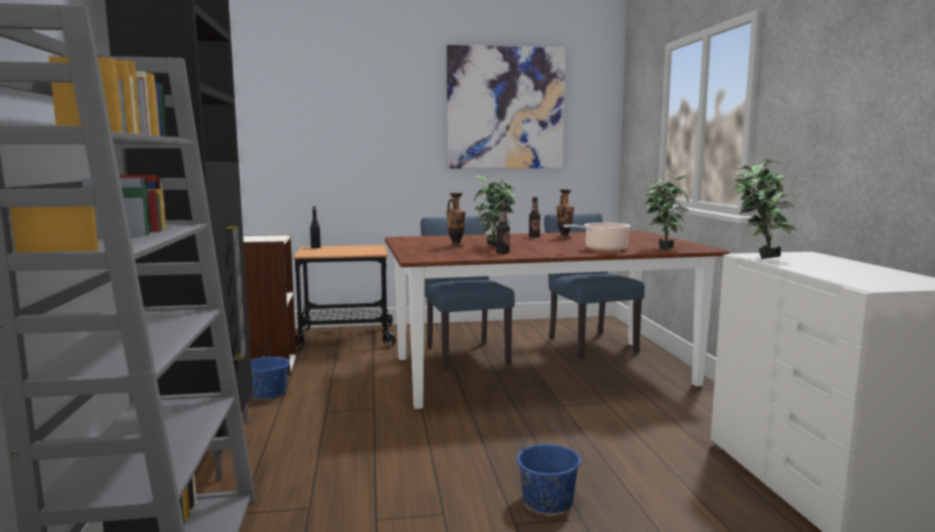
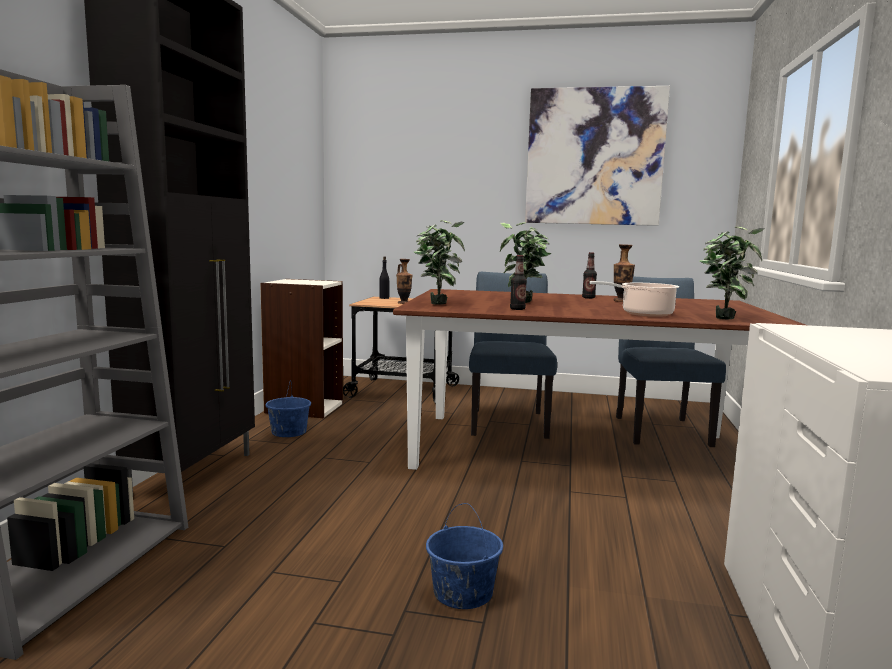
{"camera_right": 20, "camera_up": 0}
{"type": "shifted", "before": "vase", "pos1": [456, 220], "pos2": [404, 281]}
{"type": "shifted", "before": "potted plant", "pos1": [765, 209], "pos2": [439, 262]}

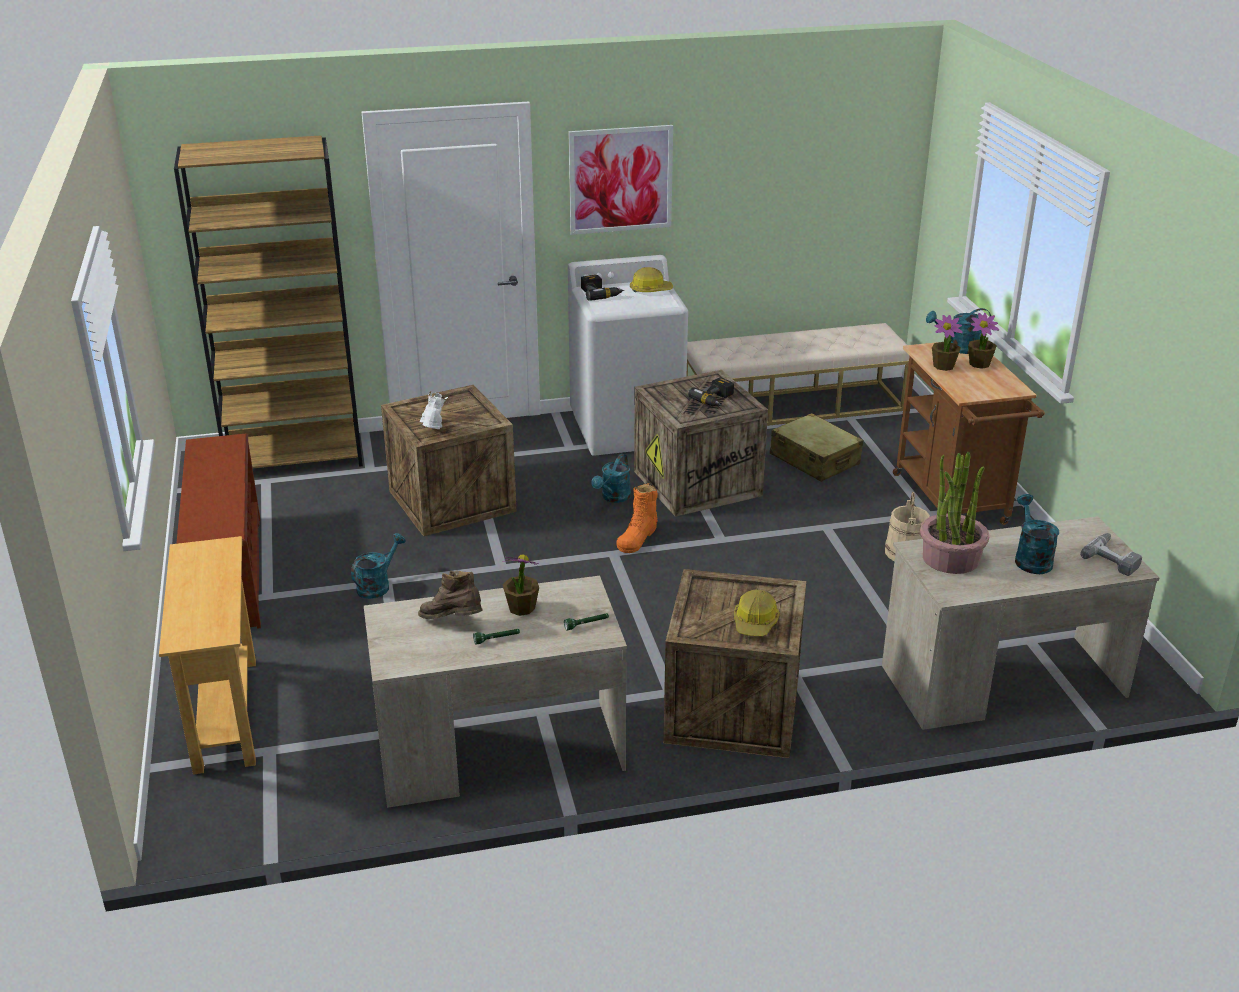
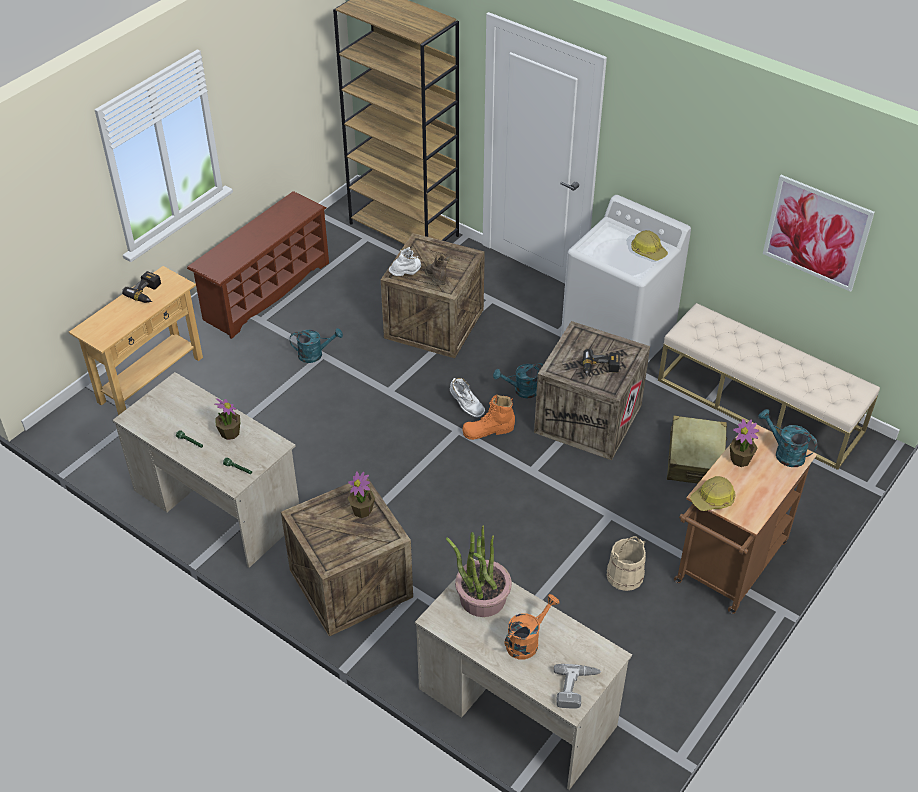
{"camera_right": 50, "camera_up": 15}
{"type": "shifted", "before": "brown boot", "pos1": [450, 594], "pos2": [437, 269]}
{"type": "shifted", "before": "picture", "pos1": [620, 180], "pos2": [819, 233]}
{"type": "shifted", "before": "power drill", "pos1": [602, 288], "pos2": [141, 287]}
{"type": "shifted", "before": "hard hat", "pos1": [757, 613], "pos2": [713, 493]}
{"type": "shifted", "before": "potted plant", "pos1": [984, 341], "pos2": [361, 494]}
{"type": "repainted", "before": "turquoise watering can", "after": "orange watering can", "pos1": [1037, 534], "pos2": [532, 626]}
{"type": "new", "after": "white boot", "pos2": [467, 398]}

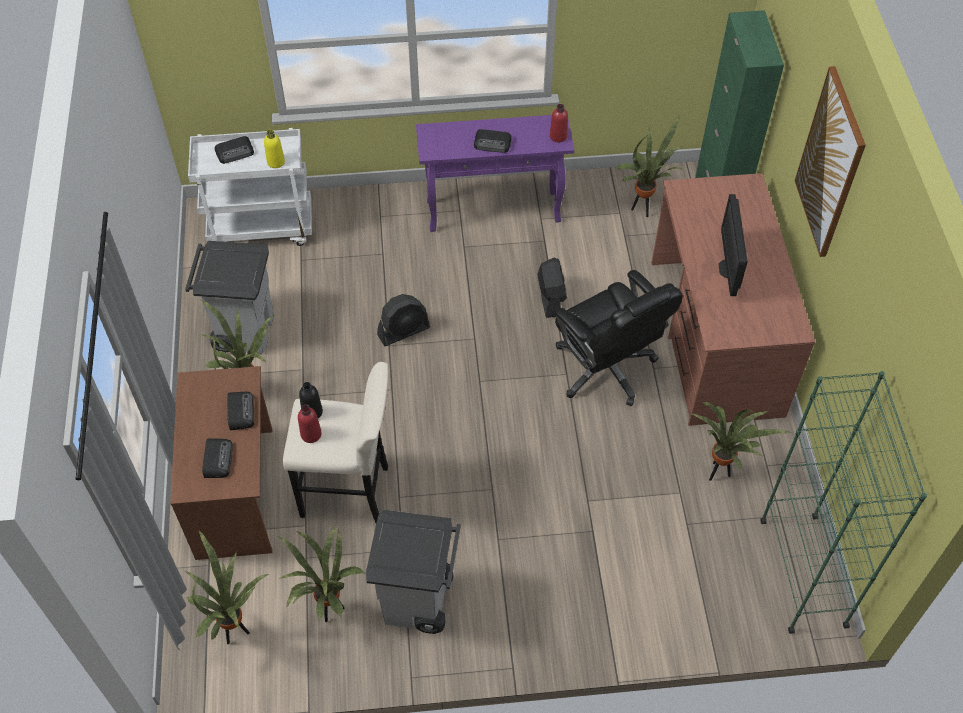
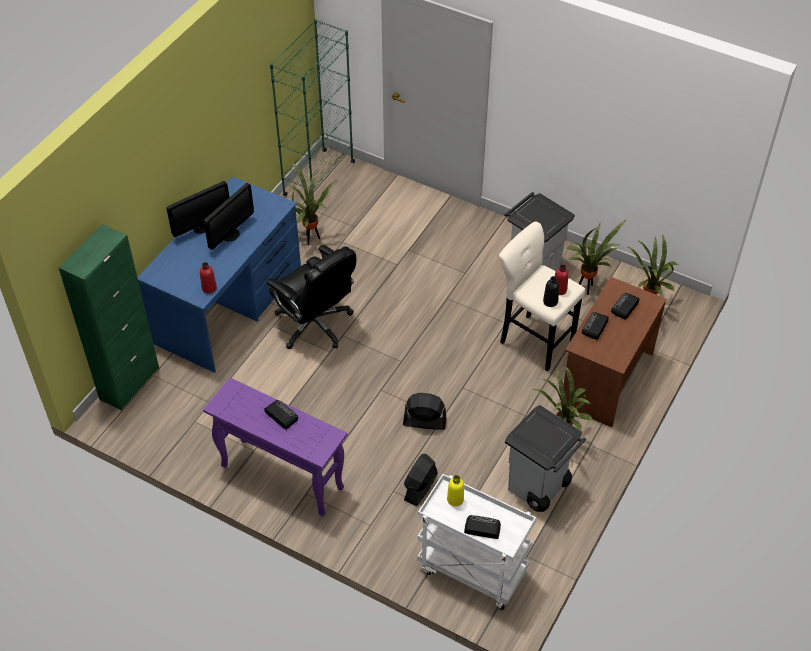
{"camera_right": -145, "camera_up": -5}
{"type": "shifted", "before": "black fan", "pos1": [552, 288], "pos2": [421, 480]}
{"type": "shifted", "before": "red bottle", "pos1": [559, 123], "pos2": [208, 277]}
{"type": "rotated", "before": "black office chair", "pos1": [619, 338], "pos2": [311, 297], "turn": 135}
{"type": "gone", "before": "potted plant", "pos1": [649, 166]}
{"type": "repainted", "before": "brown desk", "after": "blue desk", "pos1": [733, 299], "pos2": [219, 275]}
{"type": "gone", "before": "picture", "pos1": [830, 161]}
{"type": "new", "after": "monitor", "pos2": [198, 209]}

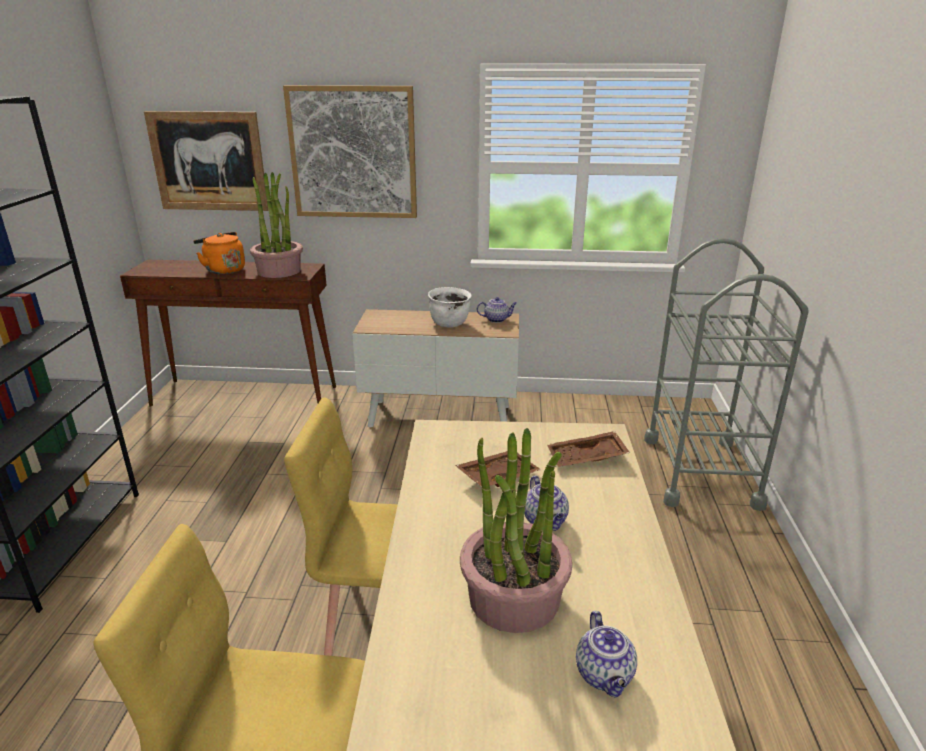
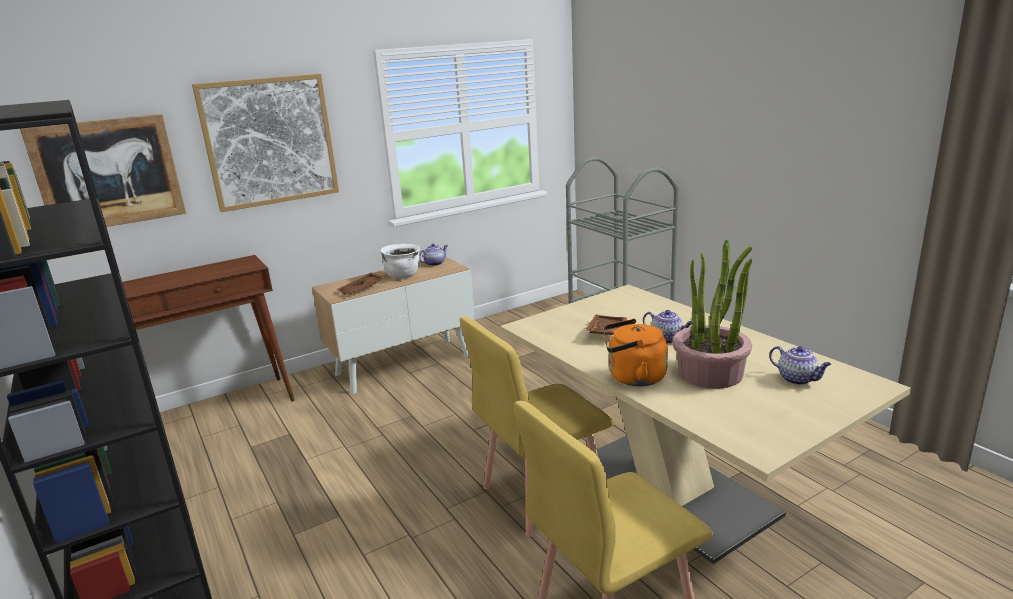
{"camera_right": -35, "camera_up": -5}
{"type": "shifted", "before": "orange kettle", "pos1": [219, 253], "pos2": [635, 352]}
{"type": "gone", "before": "potted plant", "pos1": [276, 225]}
{"type": "shifted", "before": "brown tray", "pos1": [588, 449], "pos2": [360, 284]}

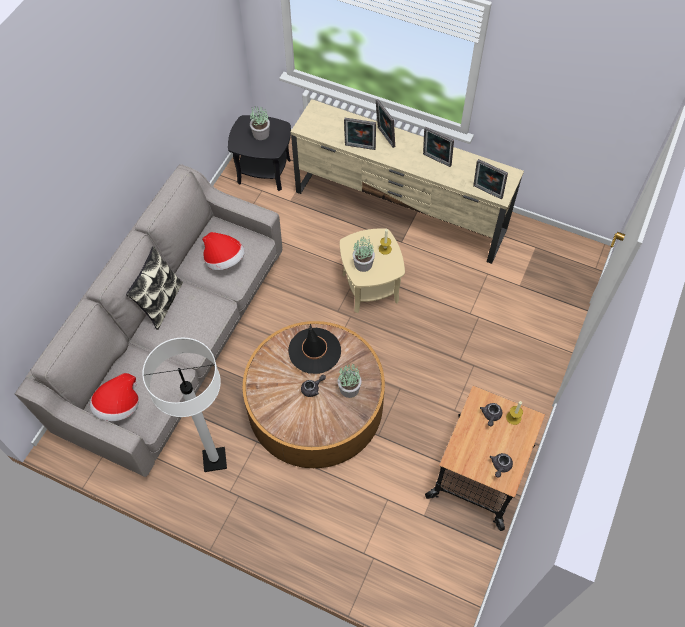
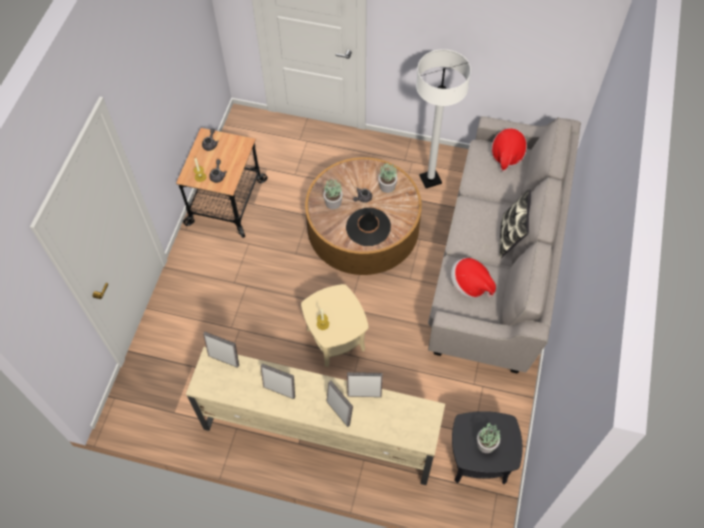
{"camera_right": 170, "camera_up": 0}
{"type": "shifted", "before": "potted plant", "pos1": [364, 254], "pos2": [388, 178]}

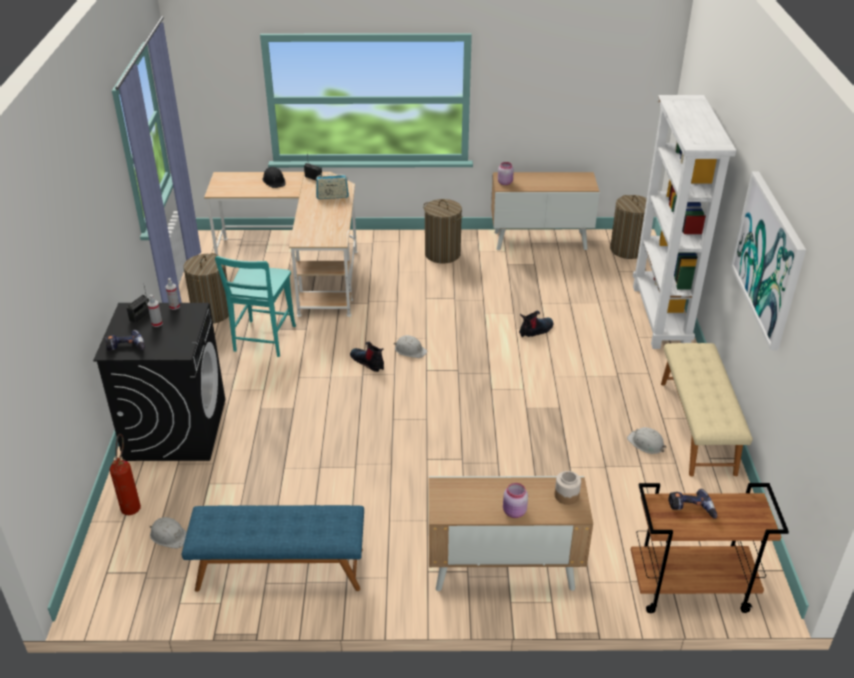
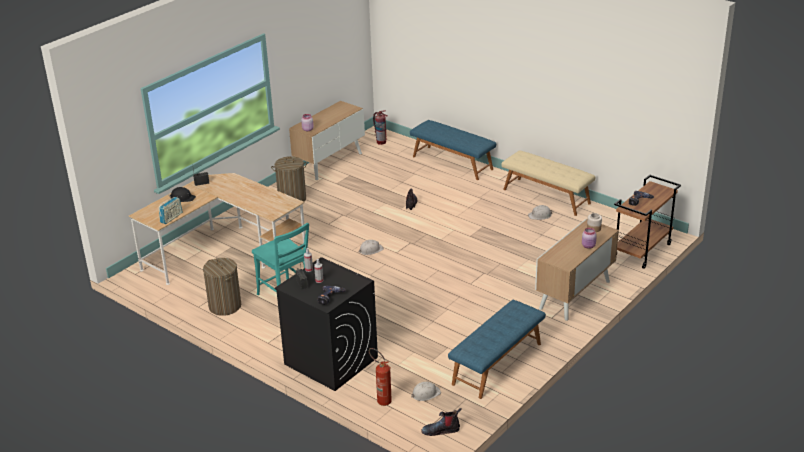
{"camera_right": -50, "camera_up": -5}
{"type": "shifted", "before": "radio", "pos1": [332, 186], "pos2": [170, 210]}
{"type": "shifted", "before": "boot", "pos1": [367, 357], "pos2": [441, 422]}
{"type": "swapped", "before": "laundry basket", "after": "fire extinguisher", "pos1": [628, 227], "pos2": [380, 128]}
{"type": "swapped", "before": "white bookcase", "after": "blue bench", "pos1": [685, 222], "pos2": [453, 150]}
{"type": "gone", "before": "picture", "pos1": [768, 261]}

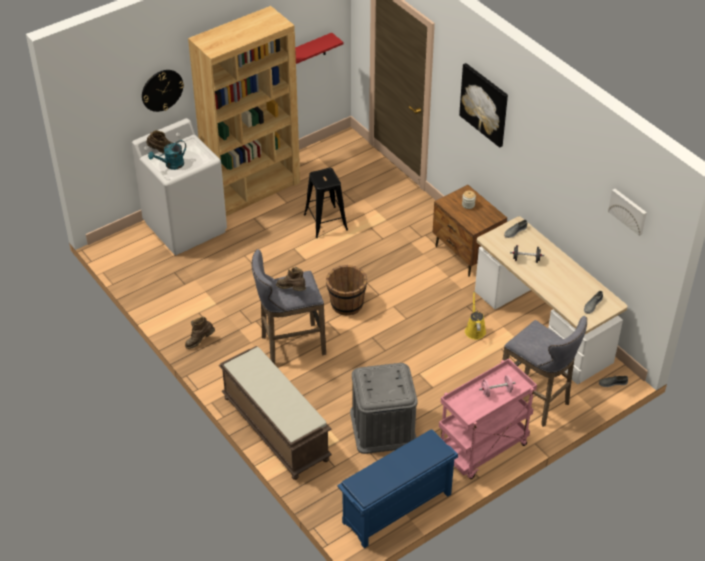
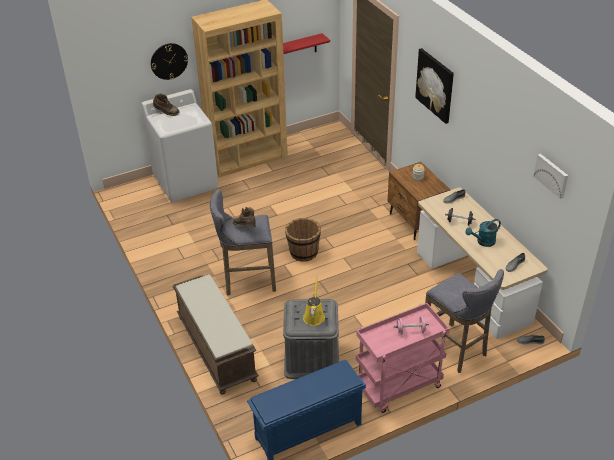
{"camera_right": 10, "camera_up": -5}
{"type": "shifted", "before": "turquoise watering can", "pos1": [167, 155], "pos2": [483, 233]}
{"type": "gone", "before": "brown boot", "pos1": [200, 332]}
{"type": "gone", "before": "black stool", "pos1": [326, 203]}
{"type": "shifted", "before": "yellow watering can", "pos1": [475, 315], "pos2": [314, 301]}

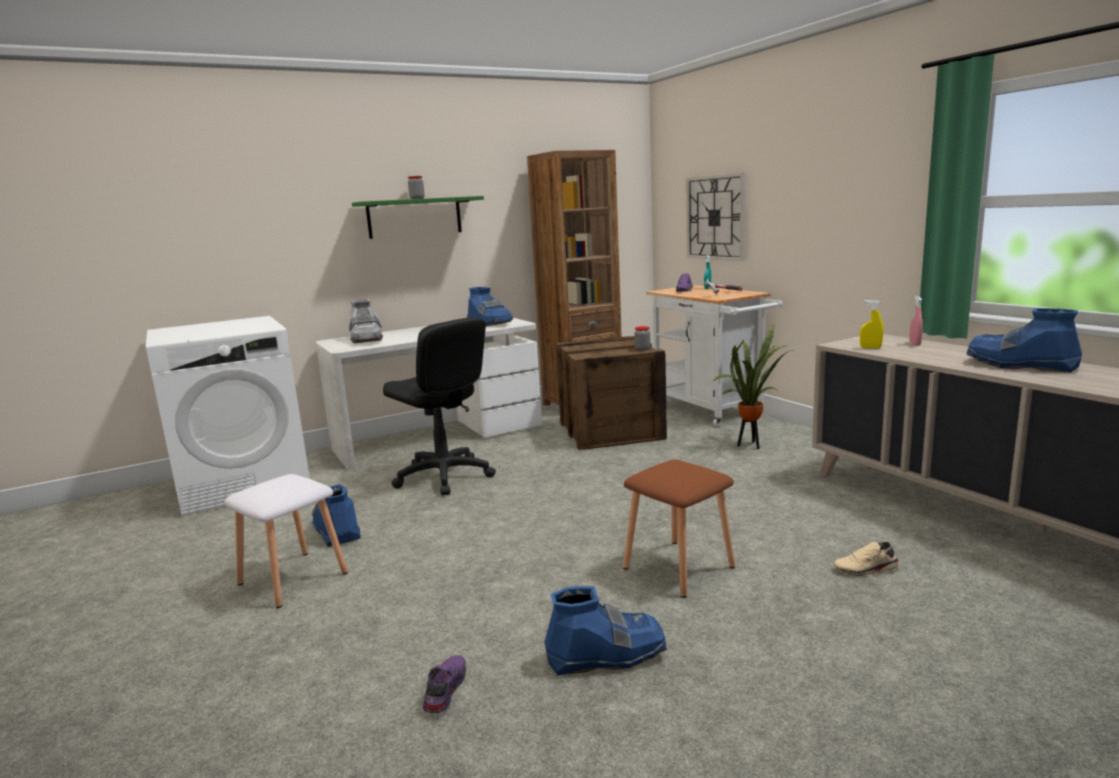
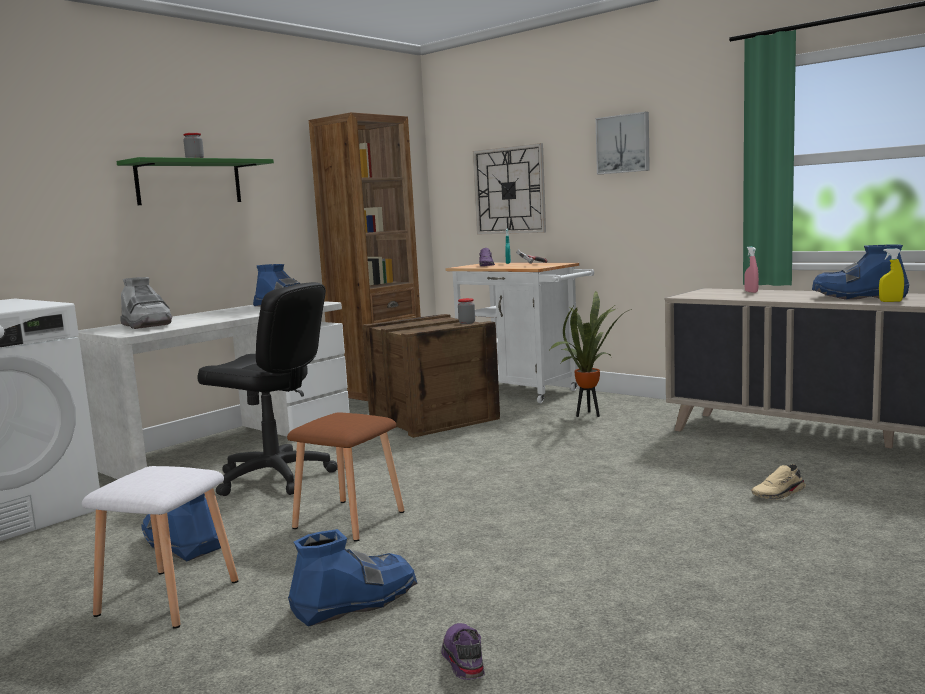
{"camera_right": -20, "camera_up": -5}
{"type": "shifted", "before": "blue boot", "pos1": [605, 630], "pos2": [352, 578]}
{"type": "shifted", "before": "brown stool", "pos1": [679, 529], "pos2": [346, 477]}
{"type": "shifted", "before": "yellow spray bottle", "pos1": [871, 324], "pos2": [891, 275]}
{"type": "new", "after": "picture", "pos2": [623, 143]}

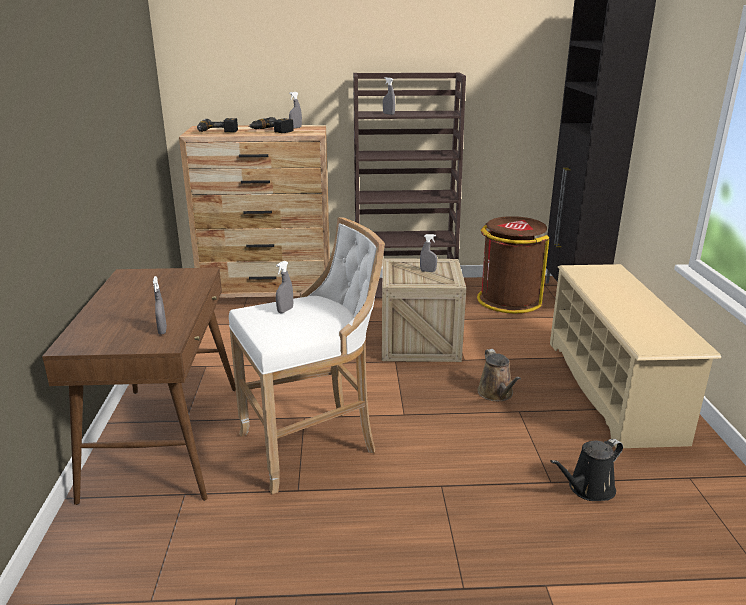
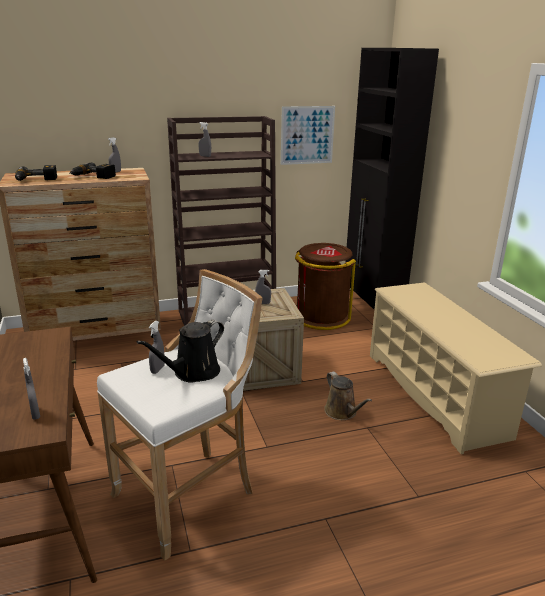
{"camera_right": -15, "camera_up": 0}
{"type": "shifted", "before": "black watering can", "pos1": [586, 470], "pos2": [180, 351]}
{"type": "new", "after": "picture", "pos2": [308, 135]}

